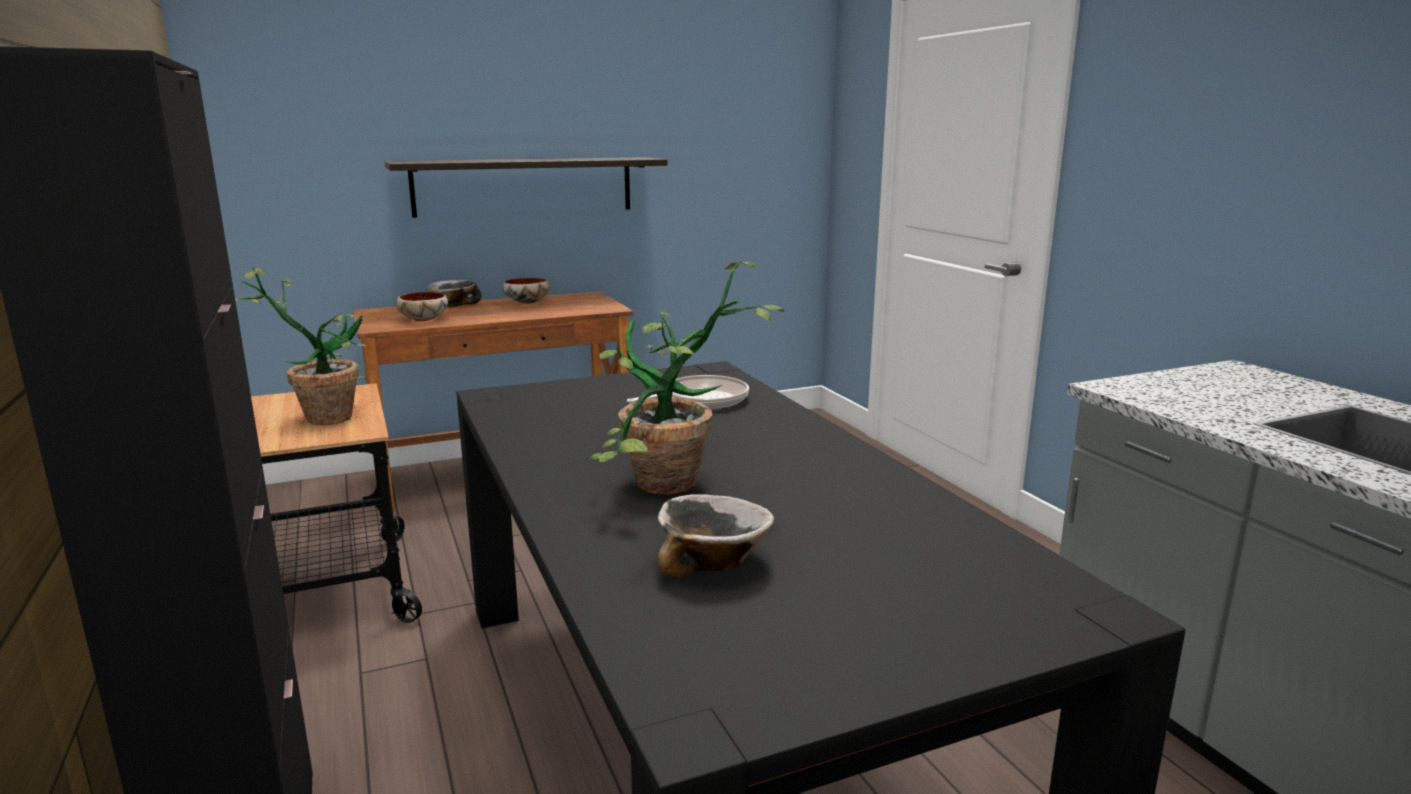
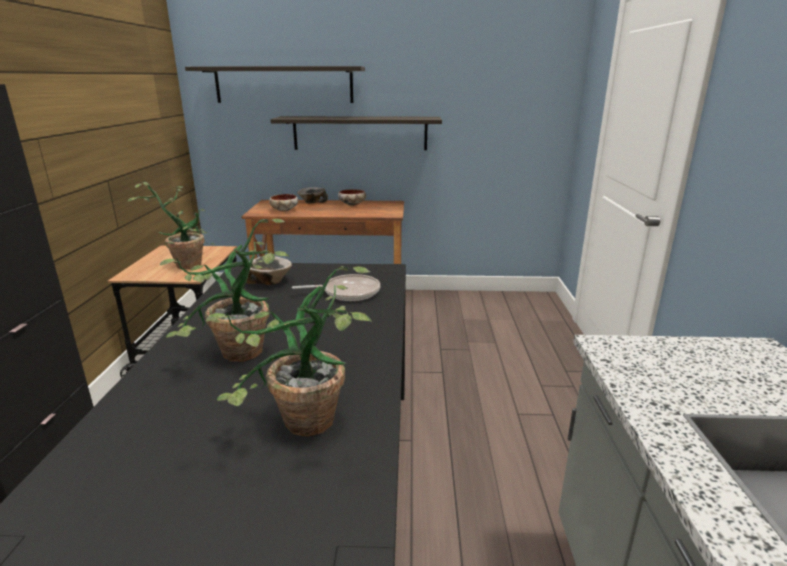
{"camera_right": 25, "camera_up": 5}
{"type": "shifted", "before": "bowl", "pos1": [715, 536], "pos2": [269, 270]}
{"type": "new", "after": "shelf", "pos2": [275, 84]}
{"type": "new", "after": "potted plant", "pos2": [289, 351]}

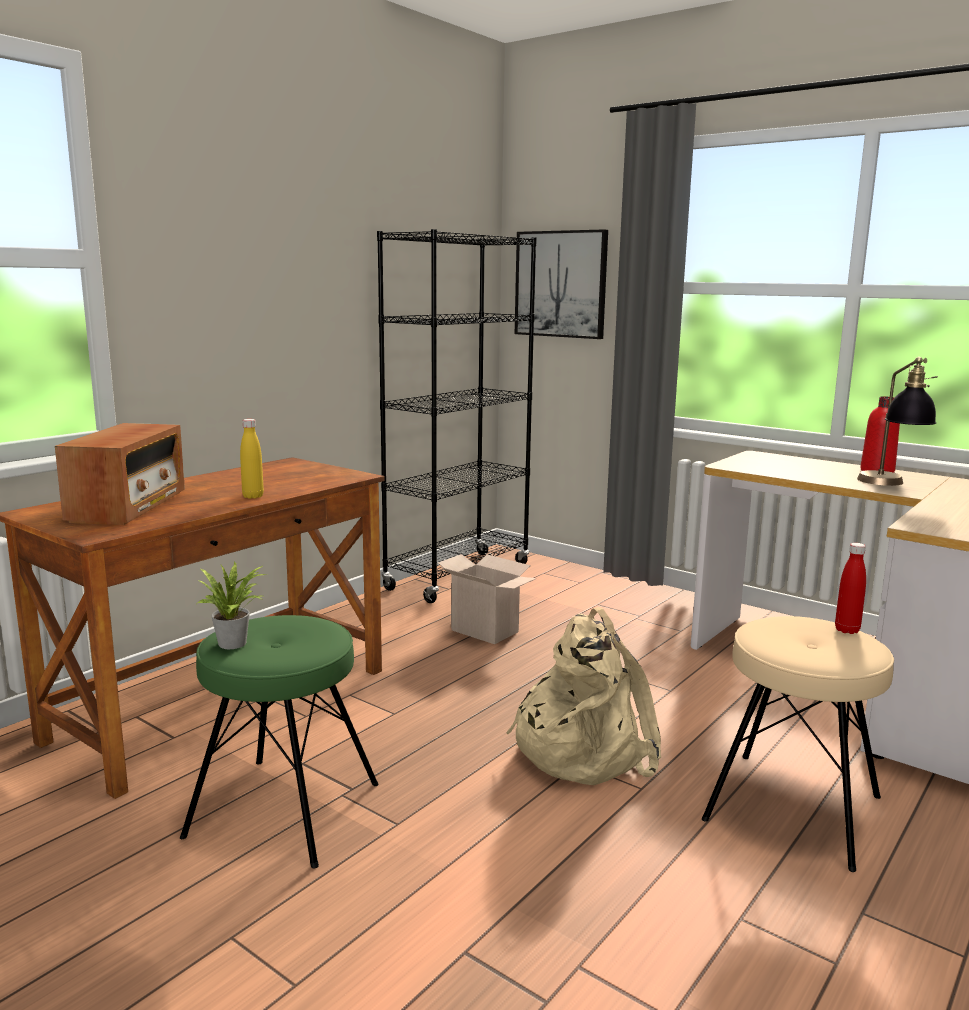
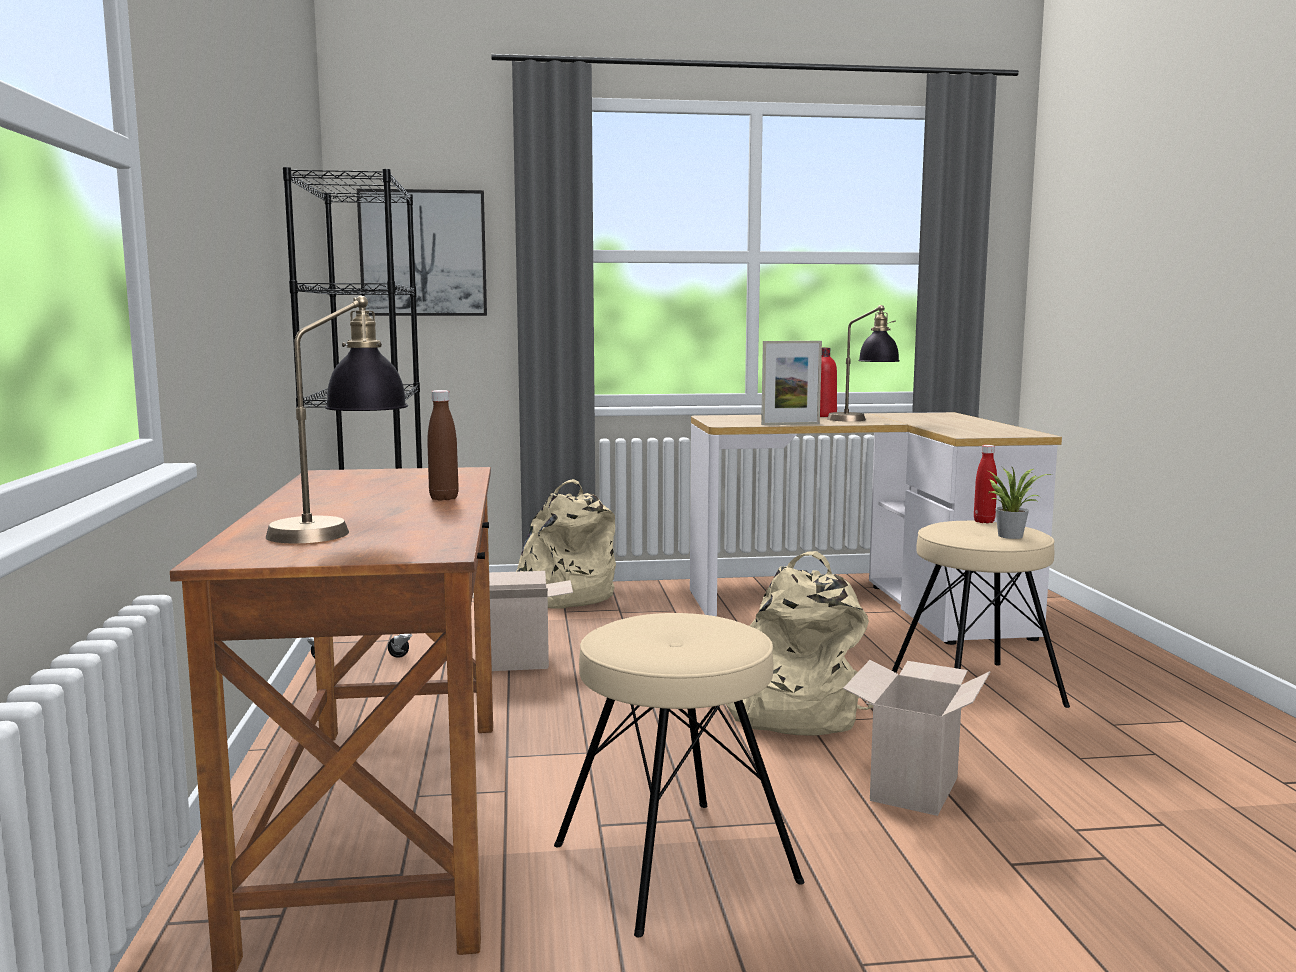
{"camera_right": -45, "camera_up": -5}
{"type": "swapped", "before": "radio", "after": "table lamp", "pos1": [120, 474], "pos2": [337, 419]}
{"type": "repainted", "before": "green stool", "after": "beige stool", "pos1": [279, 742], "pos2": [679, 775]}
{"type": "shifted", "before": "potted plant", "pos1": [232, 605], "pos2": [1020, 503]}
{"type": "repainted", "before": "yellow bottle", "after": "brown bottle", "pos1": [252, 459], "pos2": [443, 445]}
{"type": "new", "after": "beige backpack", "pos2": [566, 544]}
{"type": "new", "after": "picture frame", "pos2": [791, 383]}
{"type": "new", "after": "cardboard box", "pos2": [916, 738]}

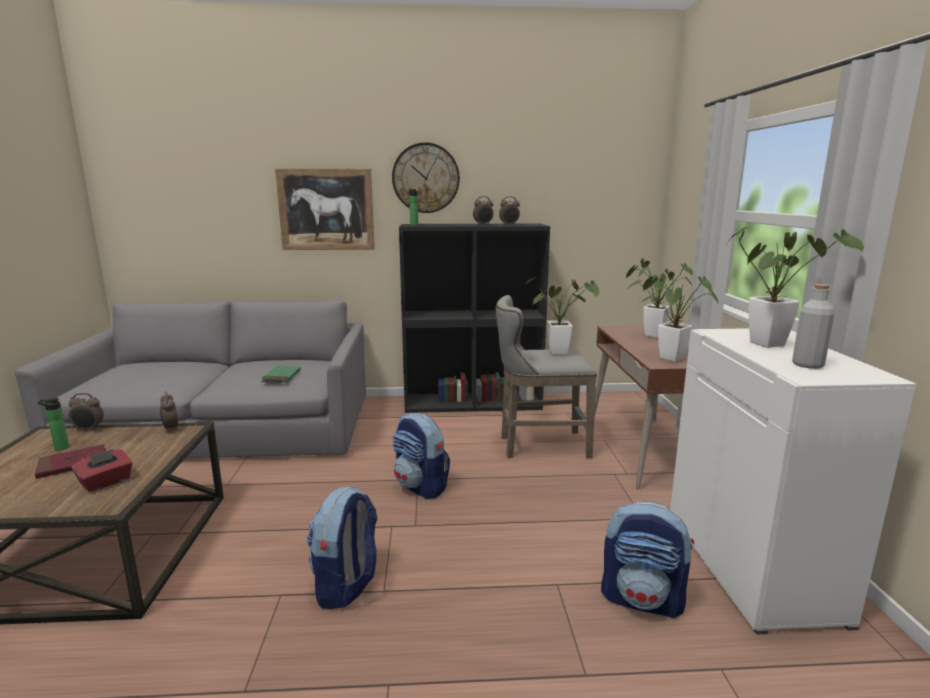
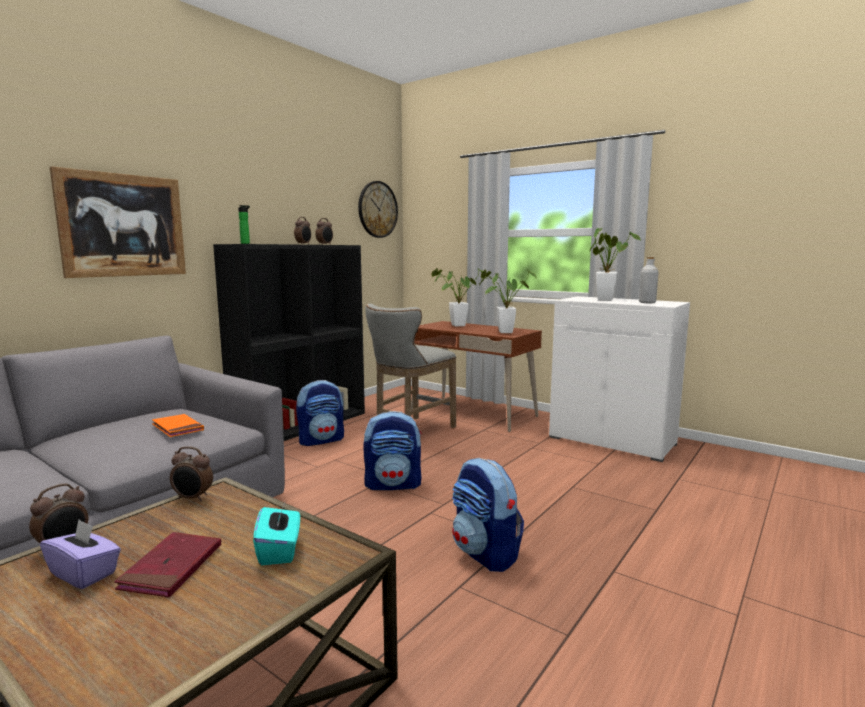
{"camera_right": -50, "camera_up": -5}
{"type": "swapped", "before": "bottle", "after": "purple tissue box", "pos1": [53, 424], "pos2": [80, 554]}
{"type": "repainted", "before": "red tissue box", "after": "turquoise tissue box", "pos1": [102, 470], "pos2": [276, 532]}
{"type": "repainted", "before": "green book", "after": "orange book", "pos1": [281, 374], "pos2": [178, 425]}
{"type": "shifted", "before": "wall clock", "pos1": [426, 177], "pos2": [378, 209]}
{"type": "gone", "before": "potted plant", "pos1": [563, 315]}
{"type": "shifted", "before": "backpack", "pos1": [647, 560], "pos2": [320, 413]}

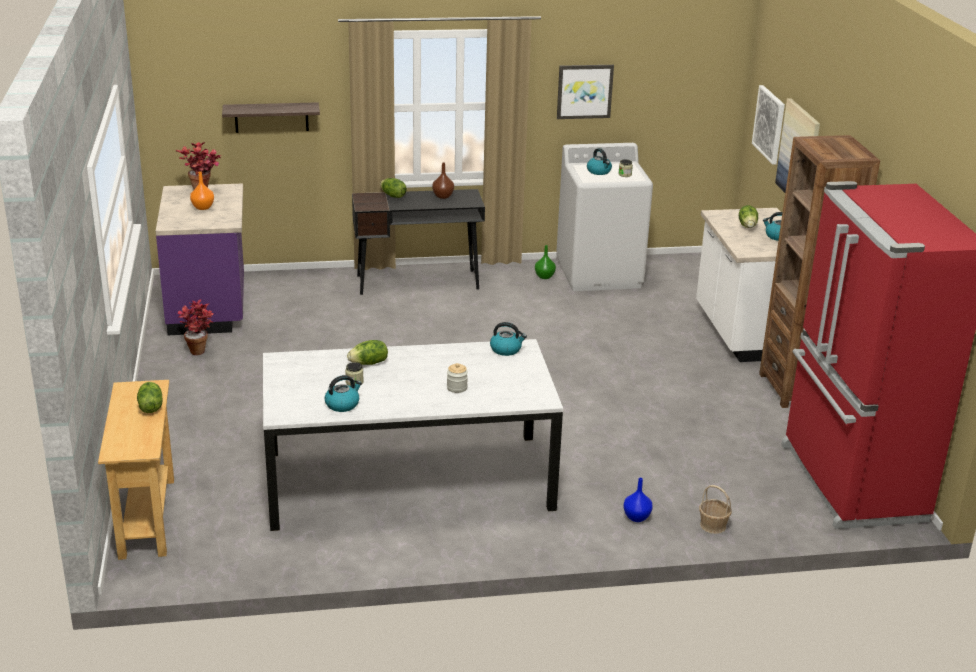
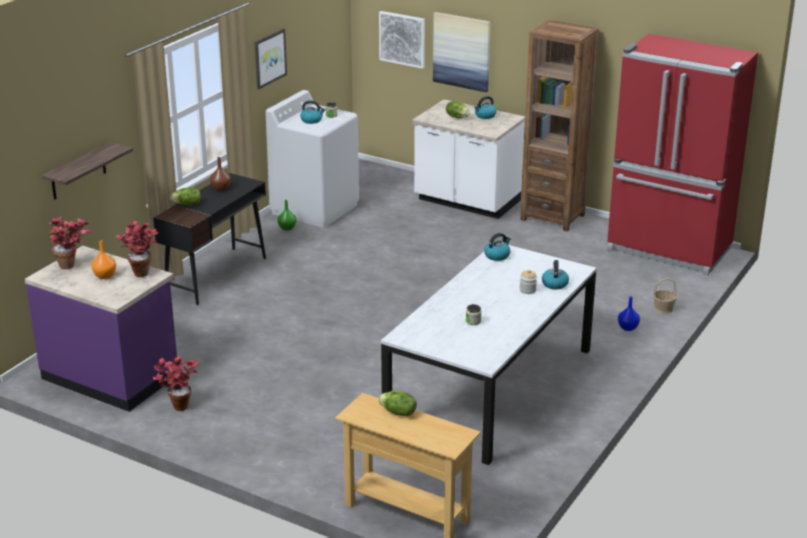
{"camera_right": -50, "camera_up": 0}
{"type": "shifted", "before": "kettle", "pos1": [343, 393], "pos2": [555, 275]}
{"type": "gone", "before": "lettuce", "pos1": [367, 352]}
{"type": "new", "after": "potted plant", "pos2": [137, 249]}

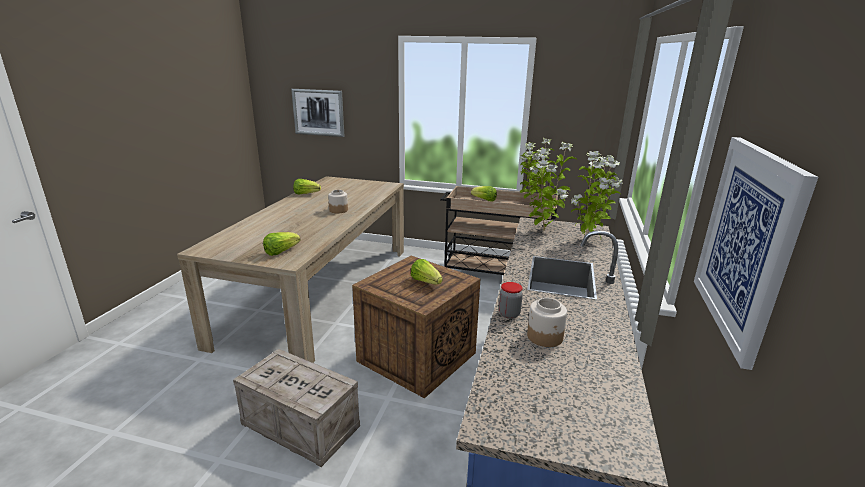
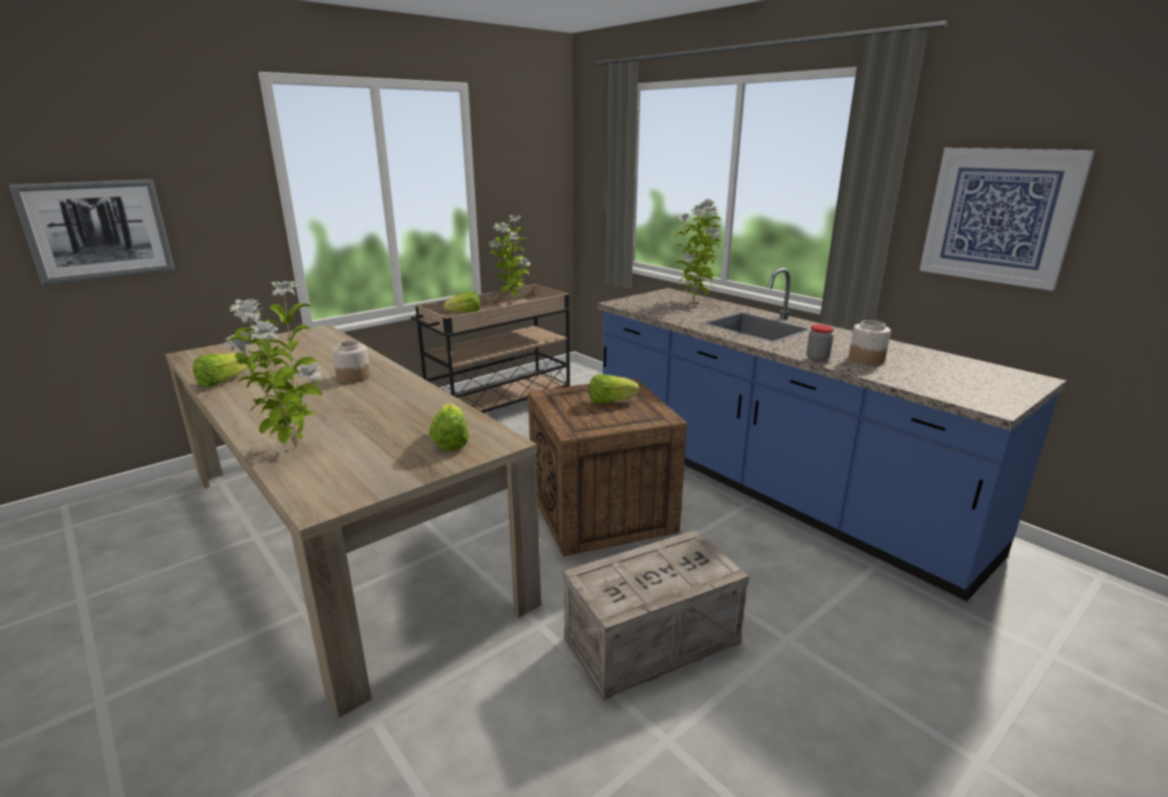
{"camera_right": -55, "camera_up": 0}
{"type": "shifted", "before": "potted plant", "pos1": [552, 186], "pos2": [273, 364]}

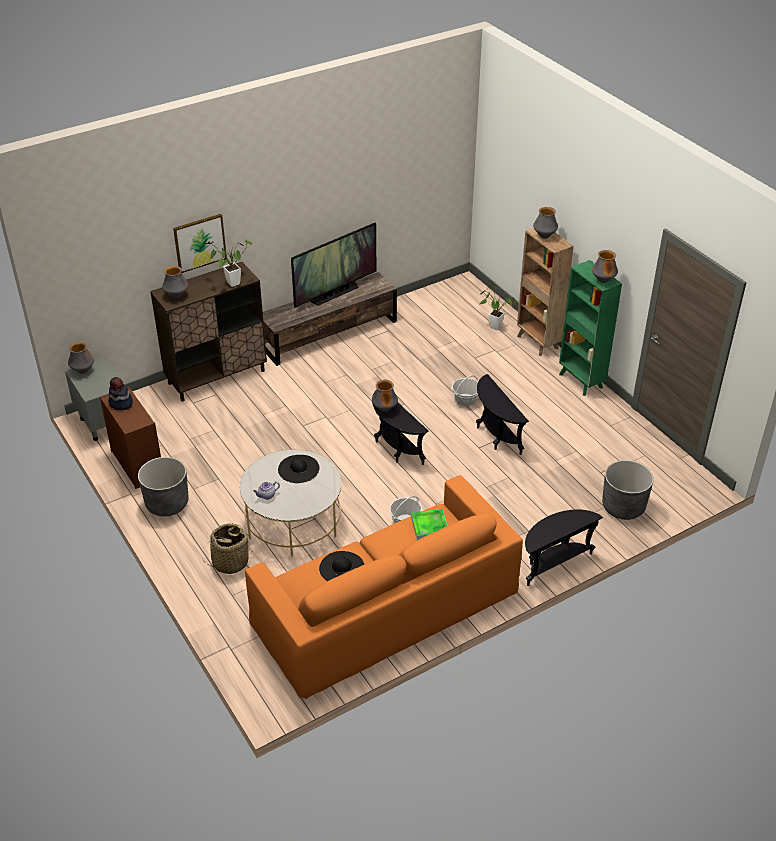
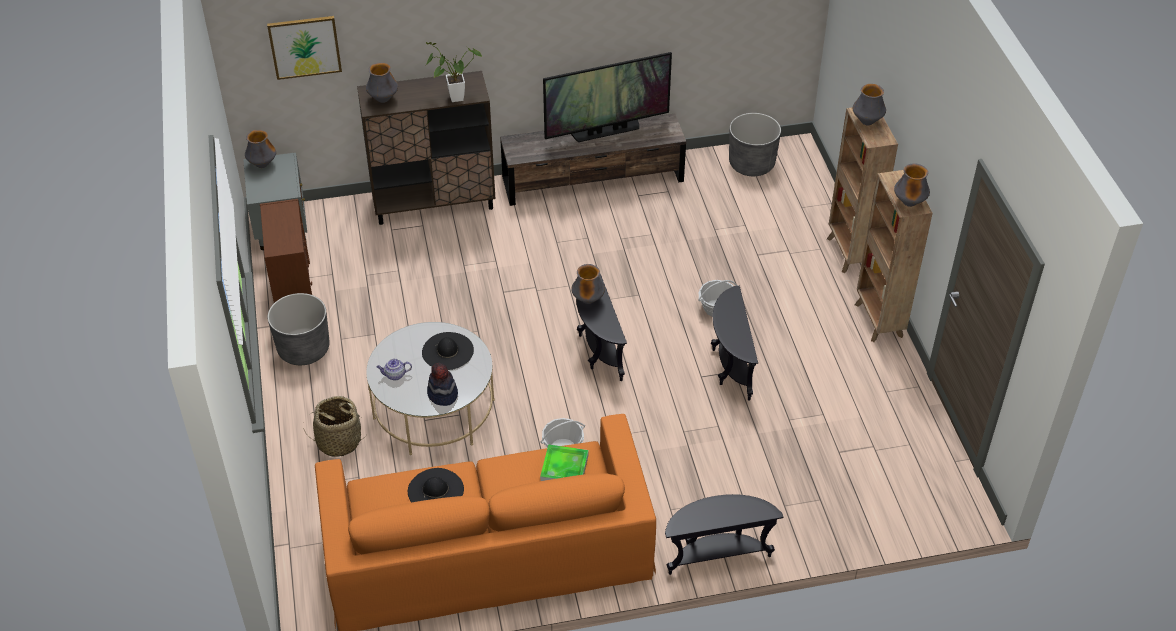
{"camera_right": 20, "camera_up": 5}
{"type": "shifted", "before": "hat", "pos1": [120, 393], "pos2": [442, 384]}
{"type": "shifted", "before": "picture", "pos1": [200, 243], "pos2": [304, 48]}
{"type": "gone", "before": "potted plant", "pos1": [498, 306]}
{"type": "repainted", "before": "green bookcase", "after": "brown bookcase", "pos1": [590, 328], "pos2": [894, 256]}
{"type": "shifted", "before": "grey planter", "pos1": [628, 490], "pos2": [755, 144]}

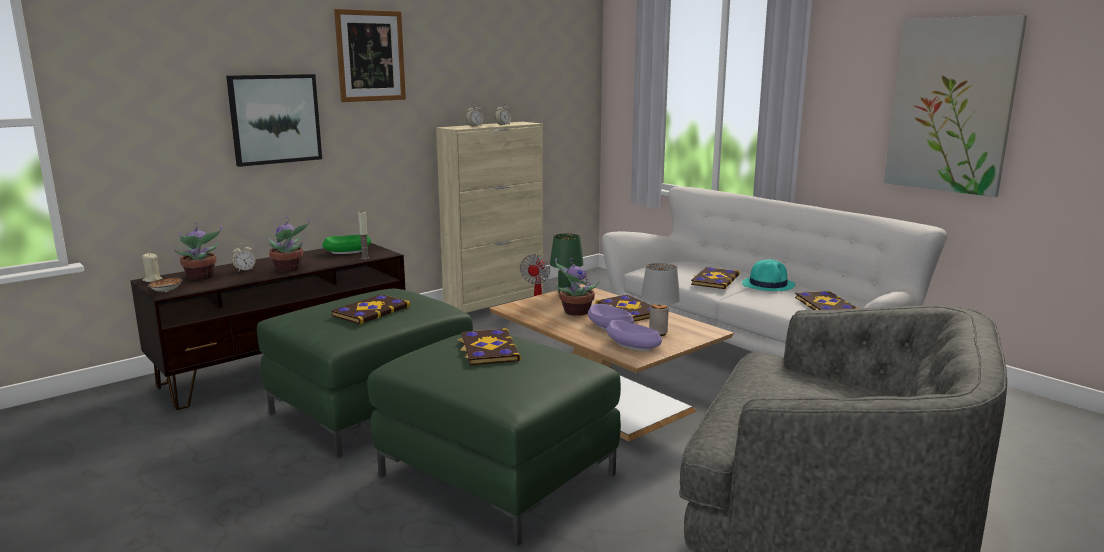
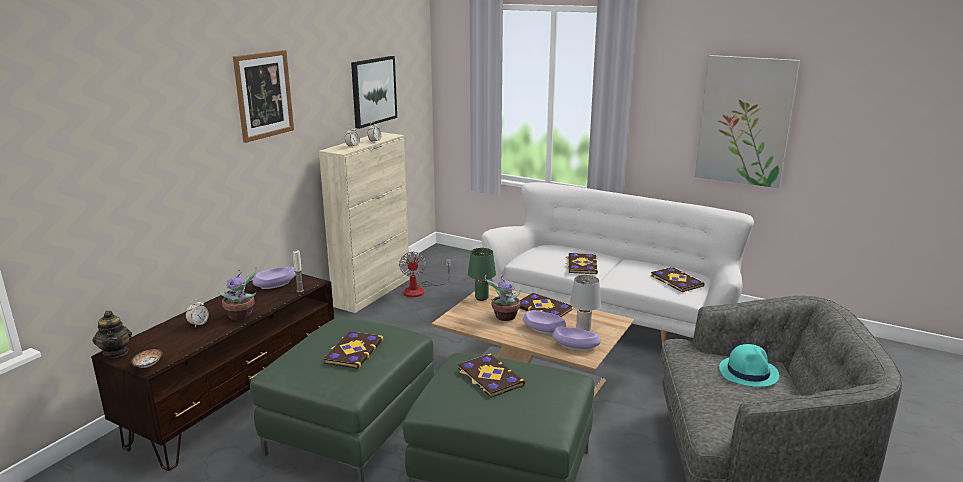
{"camera_right": -20, "camera_up": 5}
{"type": "swapped", "before": "beige candle", "after": "teapot", "pos1": [152, 267], "pos2": [112, 334]}
{"type": "gone", "before": "potted plant", "pos1": [198, 251]}
{"type": "shifted", "before": "picture", "pos1": [274, 120], "pos2": [374, 92]}
{"type": "repainted", "before": "green bowl", "after": "purple bowl", "pos1": [346, 244], "pos2": [274, 278]}
{"type": "shifted", "before": "turquoise hat", "pos1": [768, 275], "pos2": [749, 365]}

